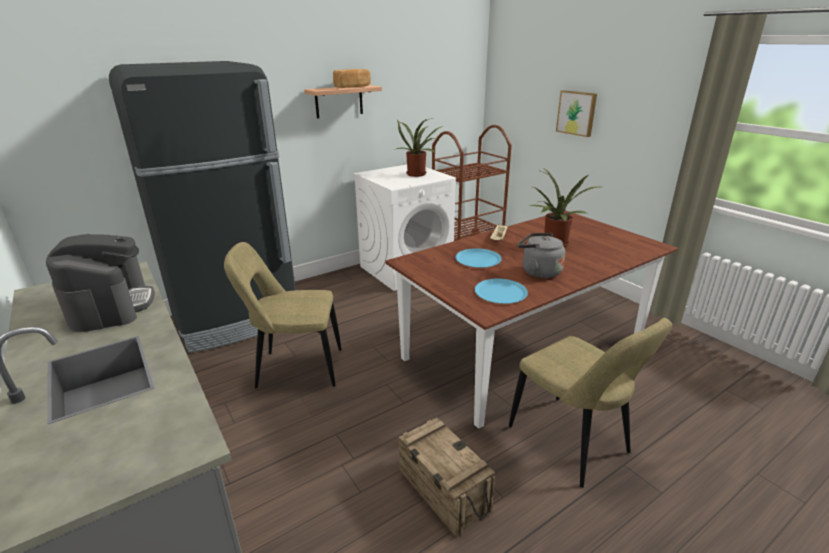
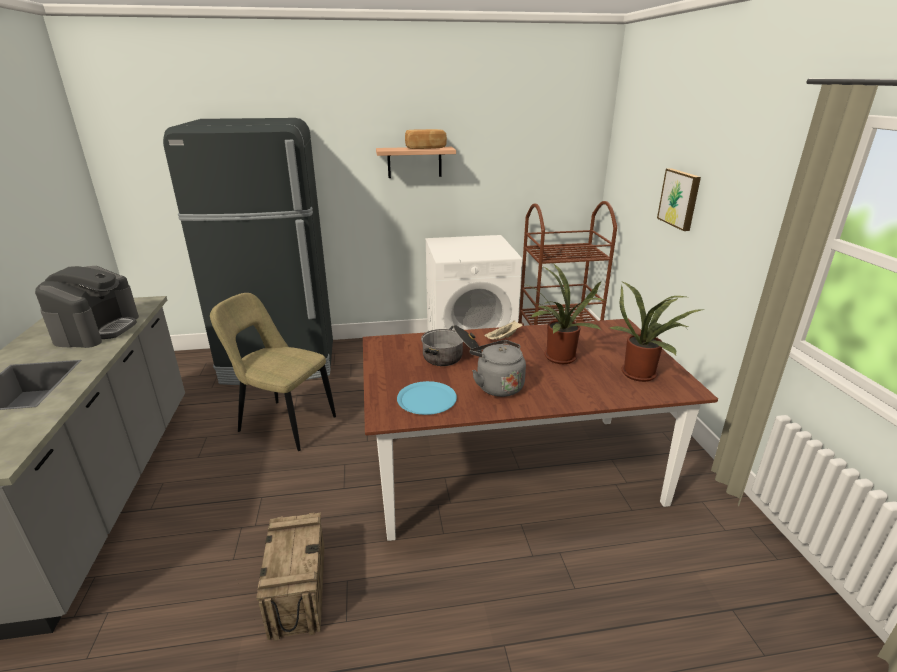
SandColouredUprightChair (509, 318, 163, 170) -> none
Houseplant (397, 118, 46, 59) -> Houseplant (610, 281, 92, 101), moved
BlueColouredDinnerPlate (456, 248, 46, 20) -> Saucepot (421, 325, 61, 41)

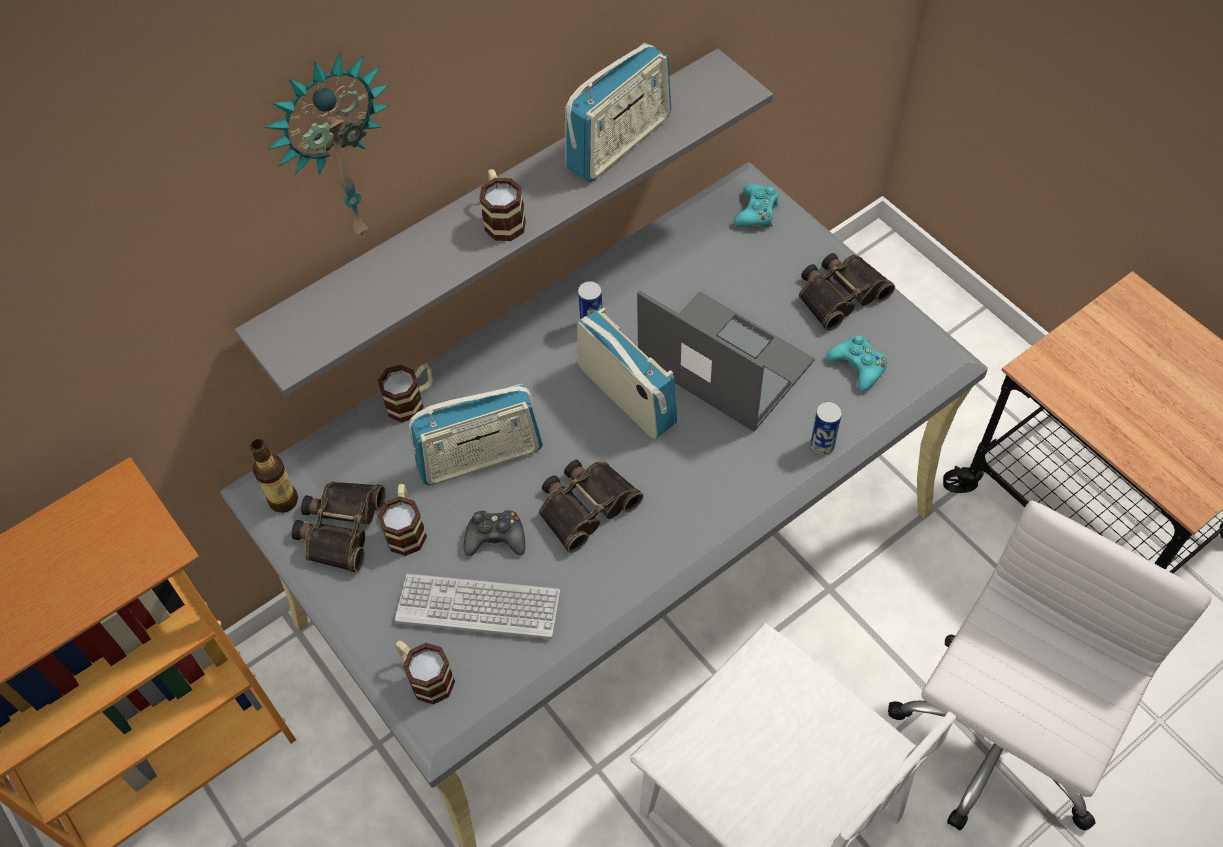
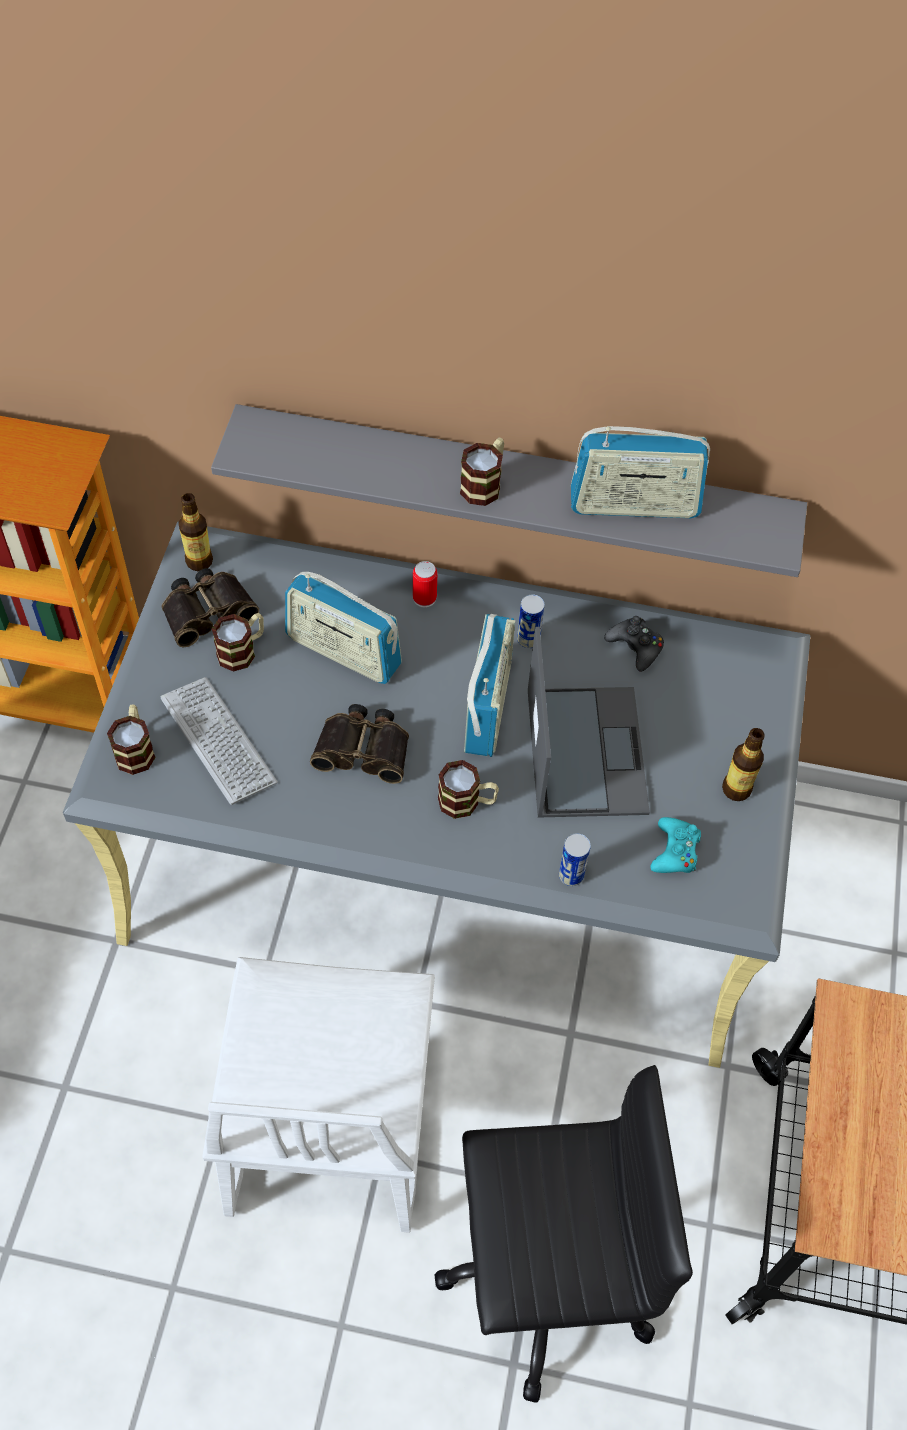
ClockOnTheWall (265, 53, 124, 185) -> none
TurquoiseColouredGamepad (733, 184, 46, 44) -> none
none -> SealedCan (413, 561, 24, 47)
Mug (378, 363, 55, 59) -> Mug (438, 760, 61, 59), moved
BlackColouredGamepad (463, 510, 62, 46) -> BlackColouredGamepad (604, 616, 60, 56), moved
Binoculars (799, 253, 96, 78) -> BeverageBottle (722, 728, 43, 73)
WhiteColouredDeskChair (888, 501, 323, 330) -> BlackColouredDeskChair (434, 1065, 259, 338)

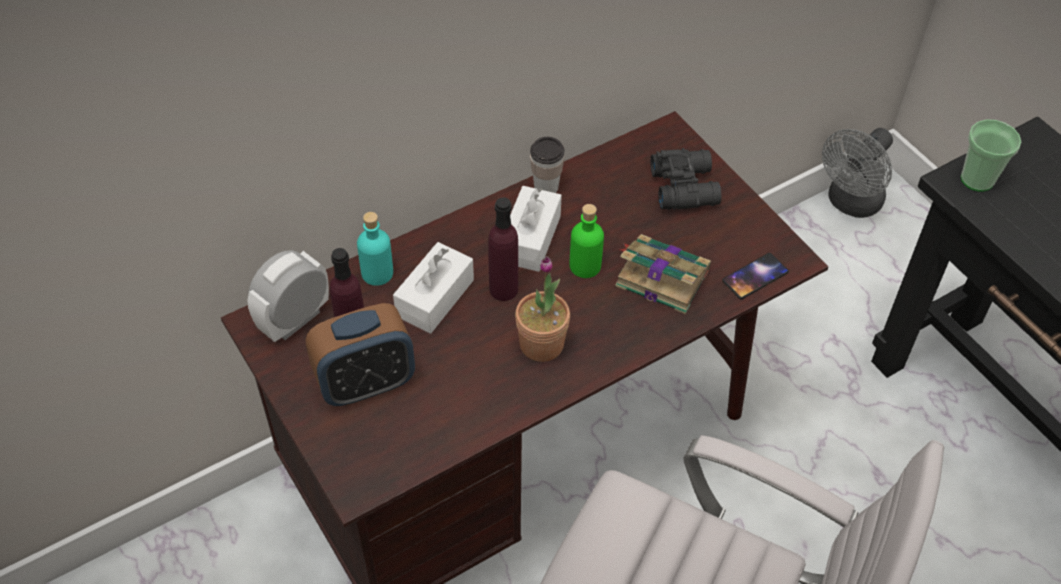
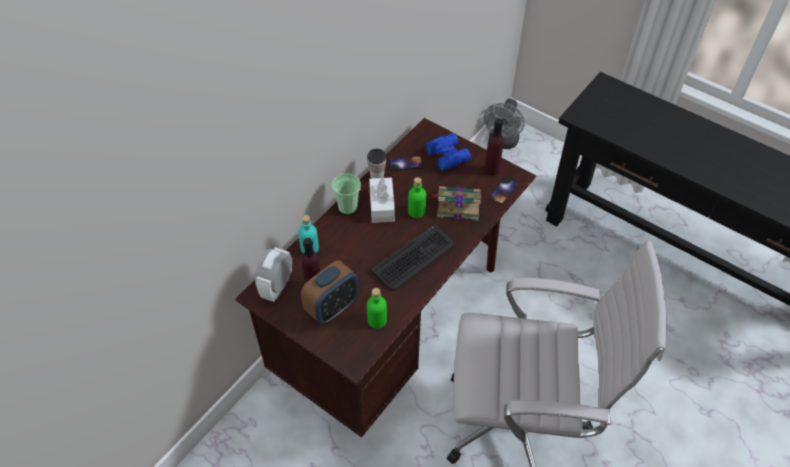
WhiteColouredTissueHolder (393, 242, 81, 91) -> none
none -> GreenColouredBeverageBottle (367, 288, 20, 41)
none -> Phone (388, 156, 35, 15)
PurpleBeverageBottle (488, 197, 30, 104) -> PurpleBeverageBottle (484, 119, 20, 57), moved
Cup (961, 119, 60, 73) -> Cup (332, 173, 29, 41), moved
Houseplant (515, 256, 55, 106) -> Keyboard (372, 225, 82, 66)
BlackColouredBinoculars (650, 148, 71, 62) -> BlueColouredBinoculars (425, 133, 46, 38)

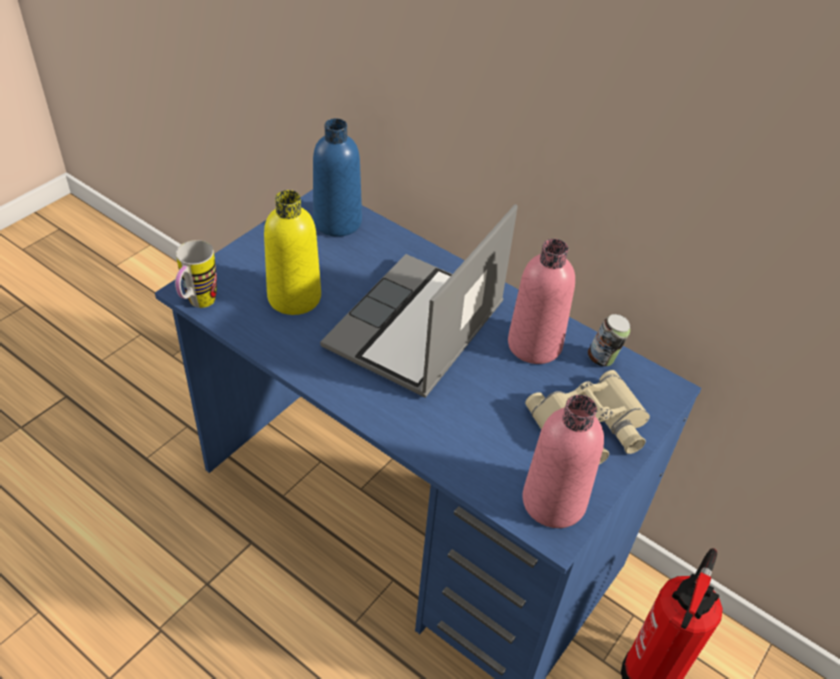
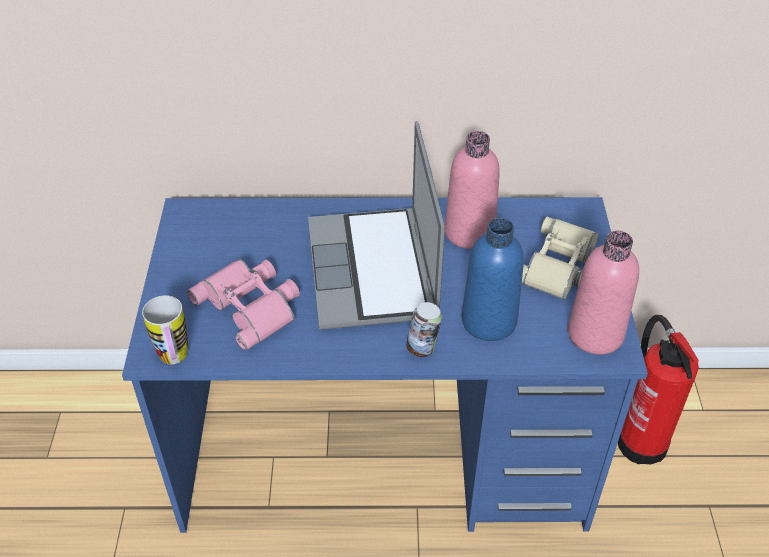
BlueColouredBeverageBottle (313, 118, 49, 119) -> BlueColouredBeverageBottle (462, 218, 62, 123), moved
SealedCan (588, 314, 42, 52) -> SealedCan (406, 302, 36, 55), moved
YellowBeverageBottle (264, 190, 57, 125) -> PinkColouredBinoculars (187, 259, 113, 91)

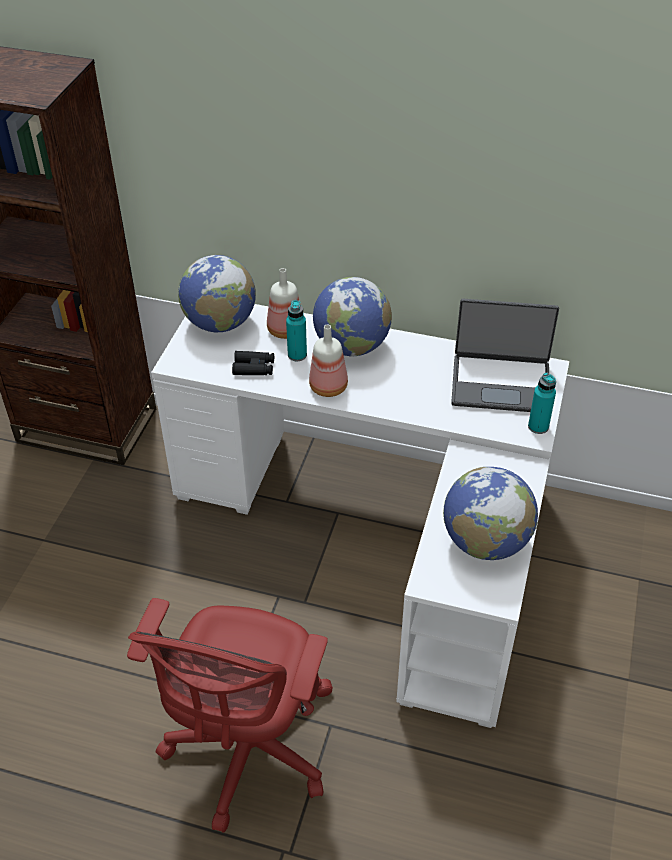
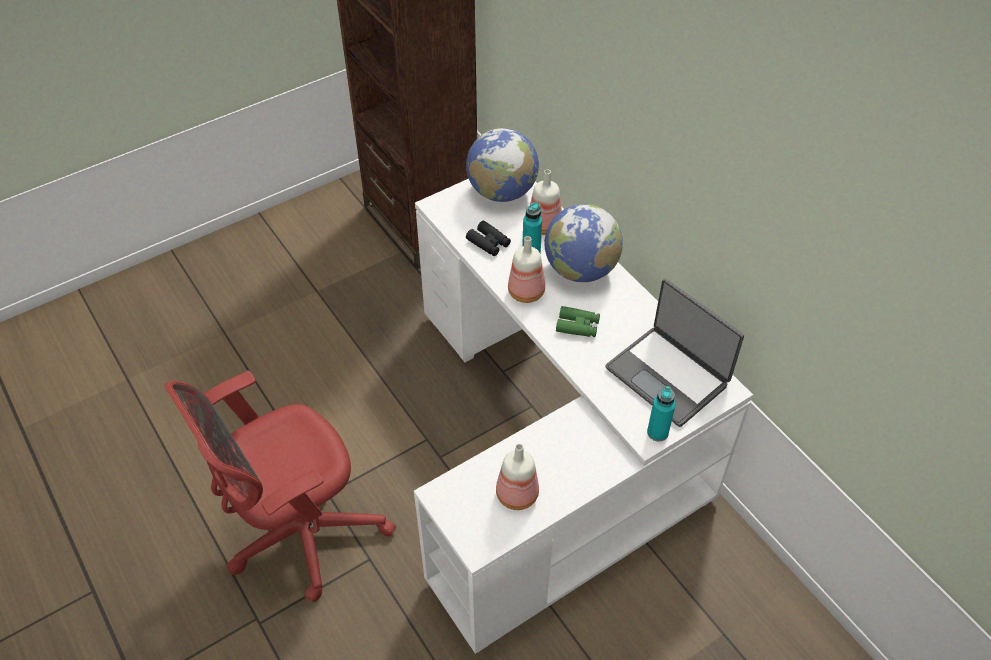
none -> GreenColouredBinoculars (556, 306, 44, 31)
Globe (443, 467, 95, 93) -> BeverageBottle (496, 444, 43, 66)

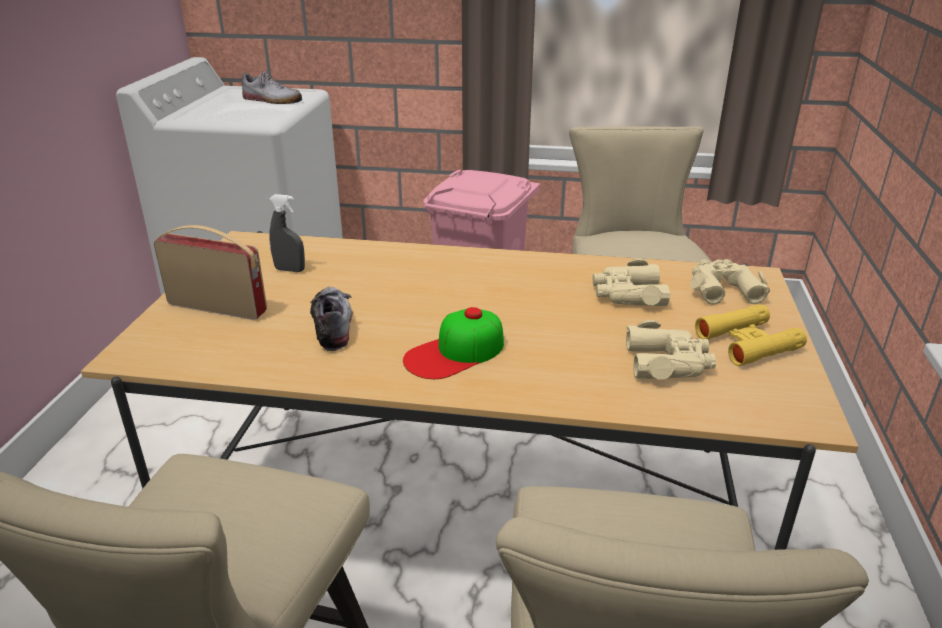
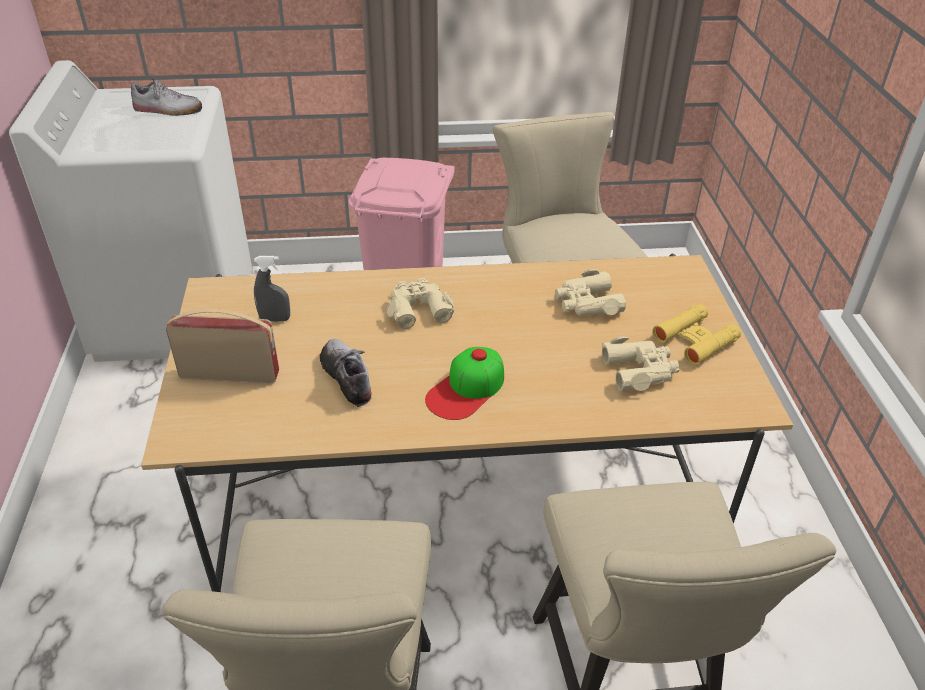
SandColouredBinoculars (690, 259, 80, 46) -> SandColouredBinoculars (387, 278, 67, 51), moved

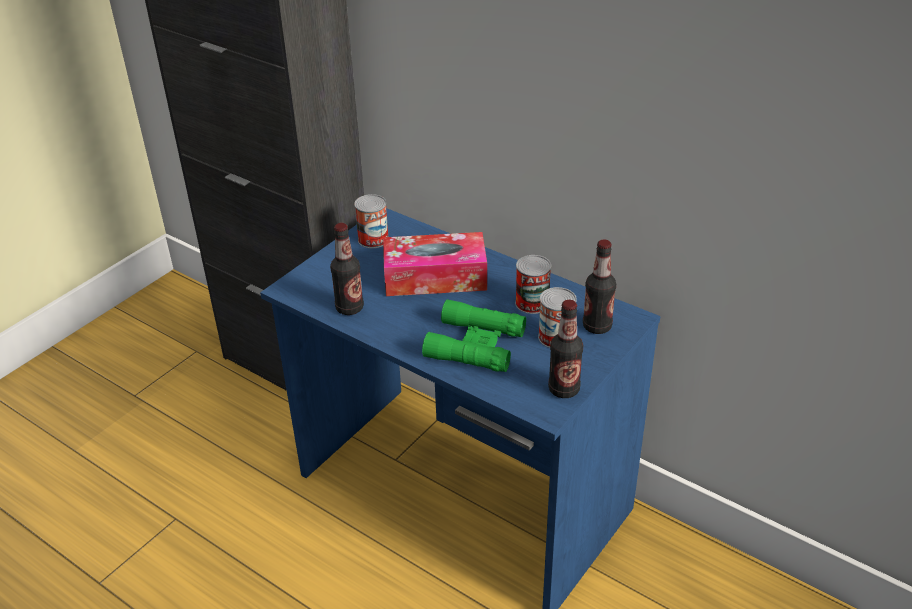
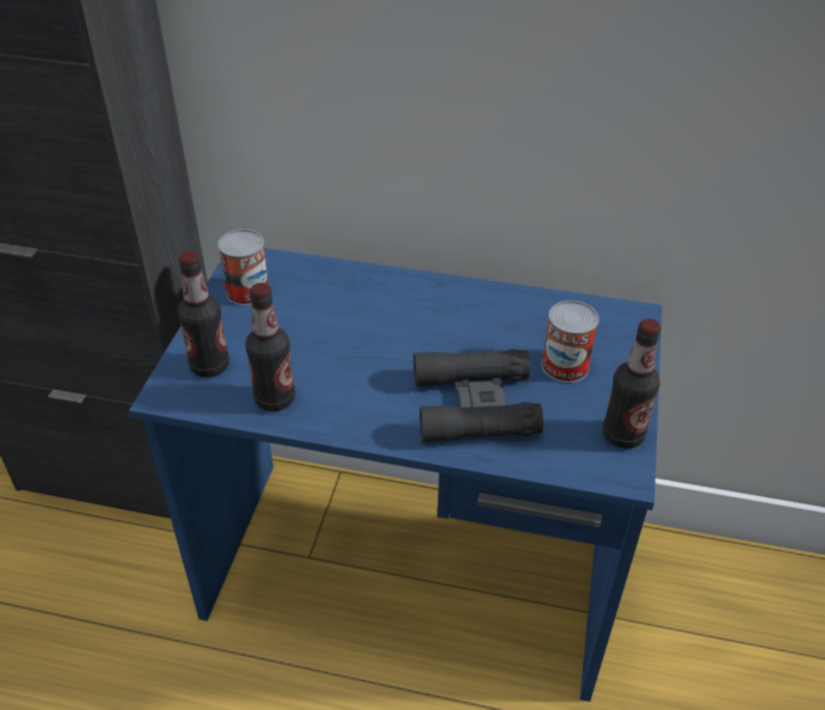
TissueHolder (383, 232, 104, 64) -> none
SealedCan (515, 255, 36, 59) -> none
BeverageBottle (583, 239, 33, 95) -> BeverageBottle (178, 251, 51, 126), moved
GreenColouredBinoculars (422, 299, 104, 73) -> BlackColouredBinoculars (414, 349, 129, 93)

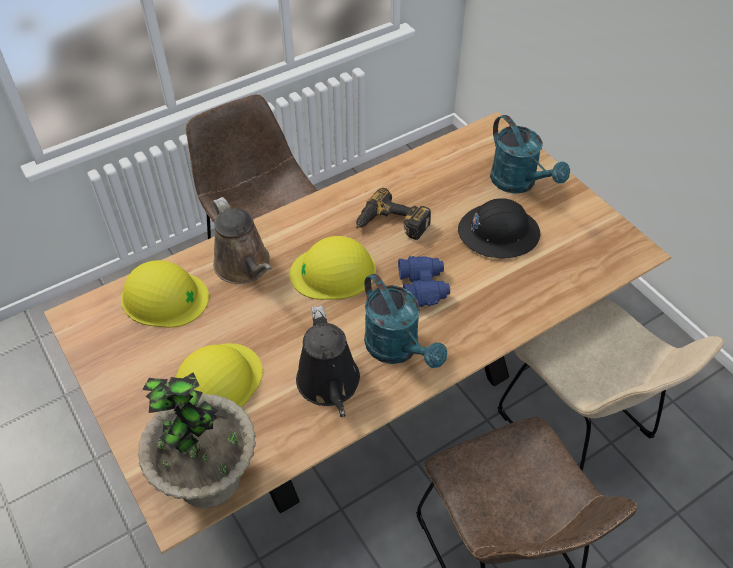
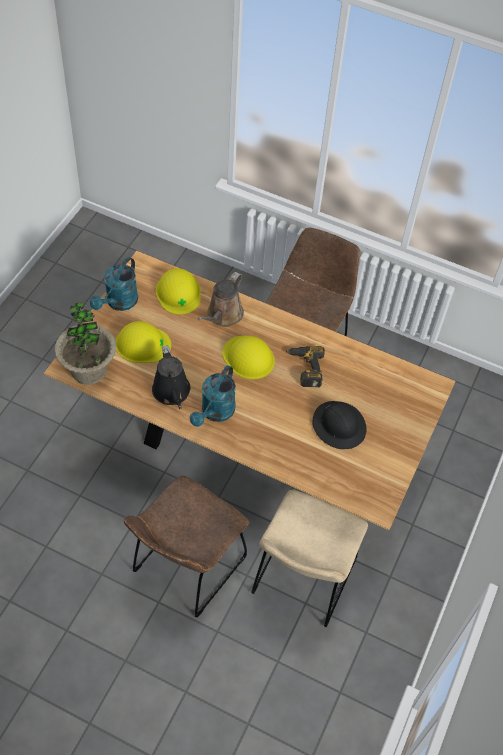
BlueColouredBinoculars (398, 256, 52, 51) -> none
TurquoiseColouredSprinklingCan (490, 115, 80, 79) -> TurquoiseColouredSprinklingCan (90, 257, 48, 54), moved
BlackColouredSprinklingCan (296, 305, 64, 112) -> BlackColouredSprinklingCan (152, 346, 38, 63), 60 degrees counterclockwise

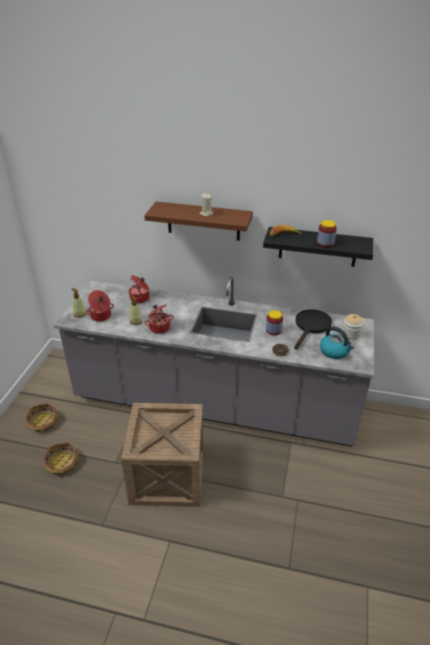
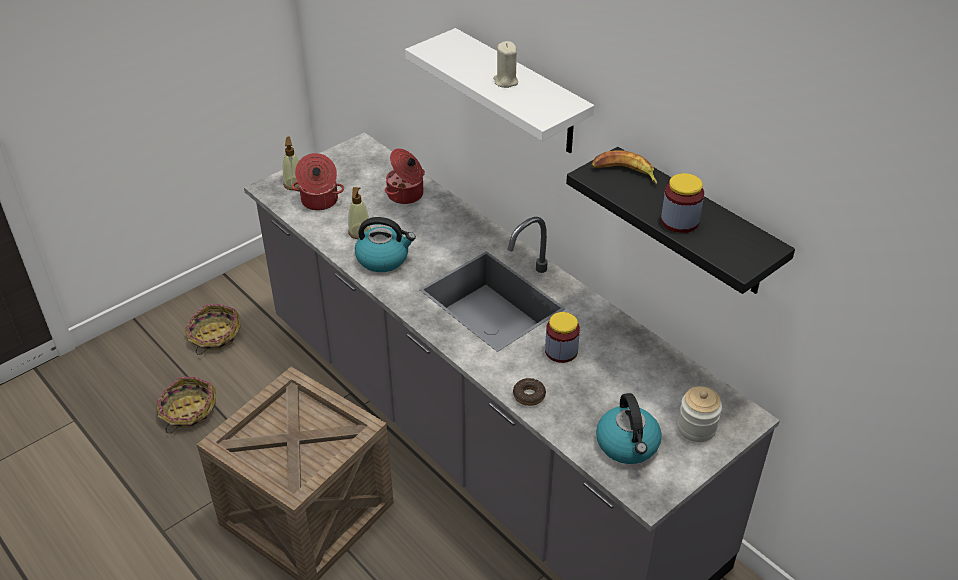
BlackColouredPan (294, 309, 38, 40) -> none
Saucepot (145, 304, 29, 30) -> TeaKettle (355, 217, 61, 55)
BrownishWallShelf (144, 201, 109, 40) -> WhiteColouredWallShelf (405, 28, 189, 125)

